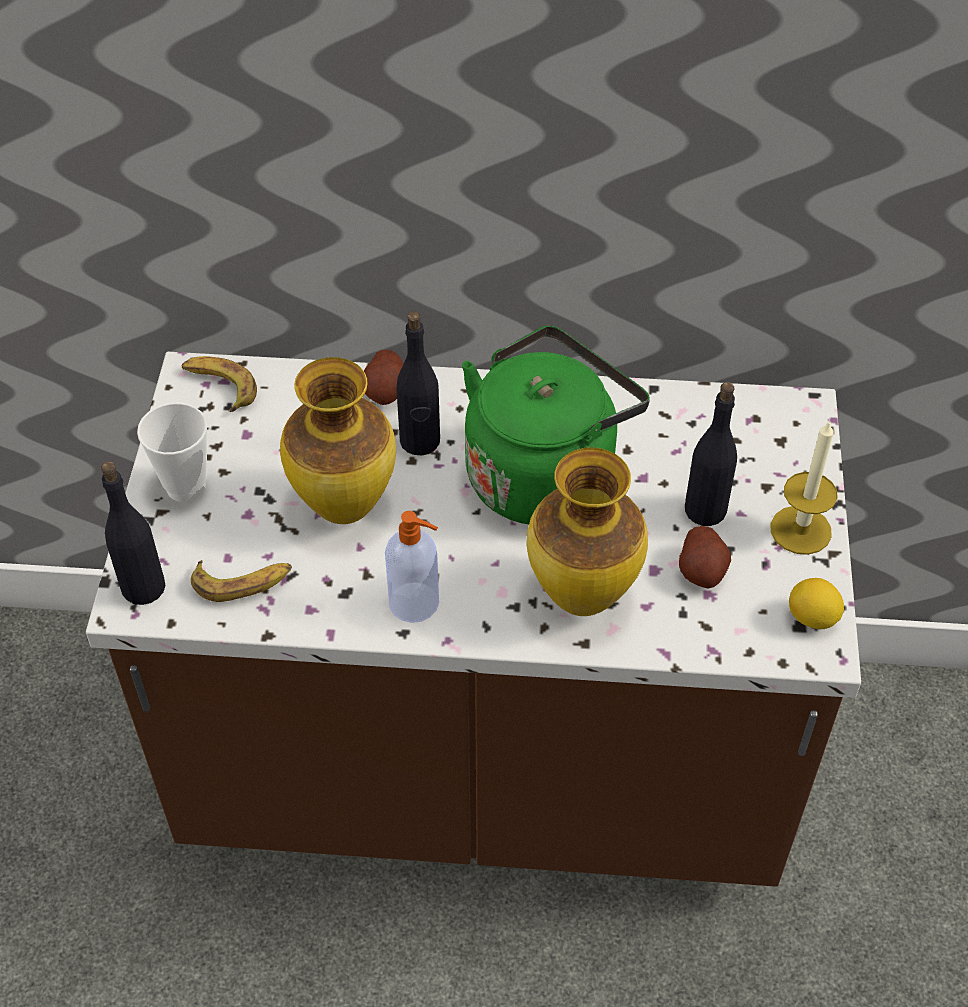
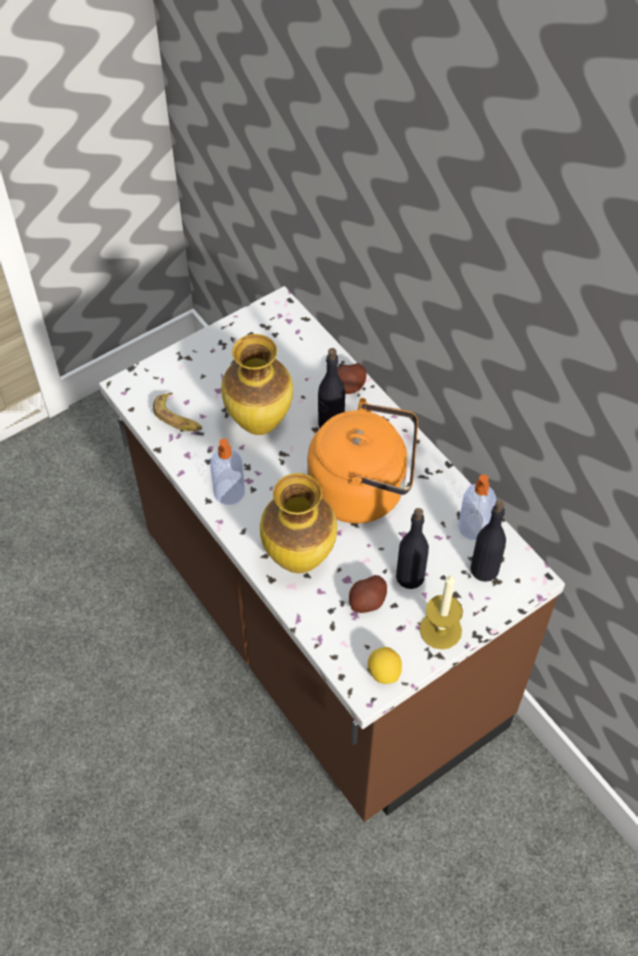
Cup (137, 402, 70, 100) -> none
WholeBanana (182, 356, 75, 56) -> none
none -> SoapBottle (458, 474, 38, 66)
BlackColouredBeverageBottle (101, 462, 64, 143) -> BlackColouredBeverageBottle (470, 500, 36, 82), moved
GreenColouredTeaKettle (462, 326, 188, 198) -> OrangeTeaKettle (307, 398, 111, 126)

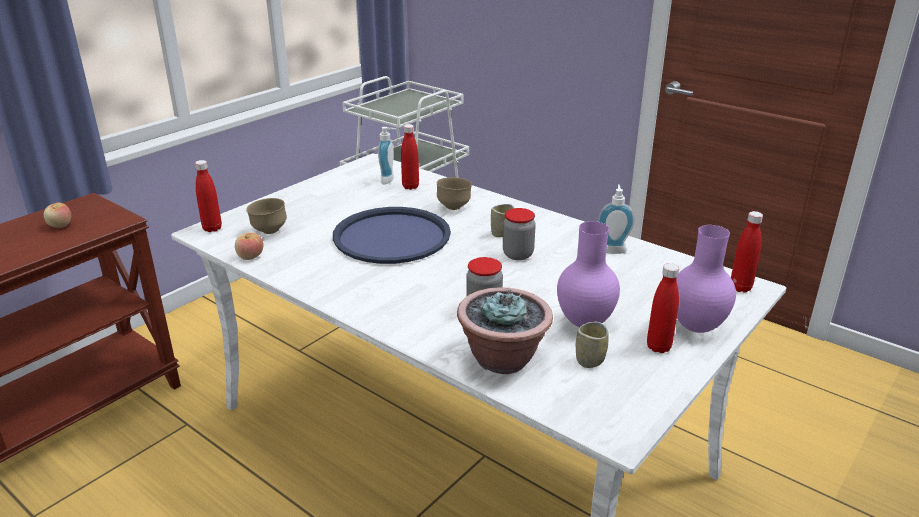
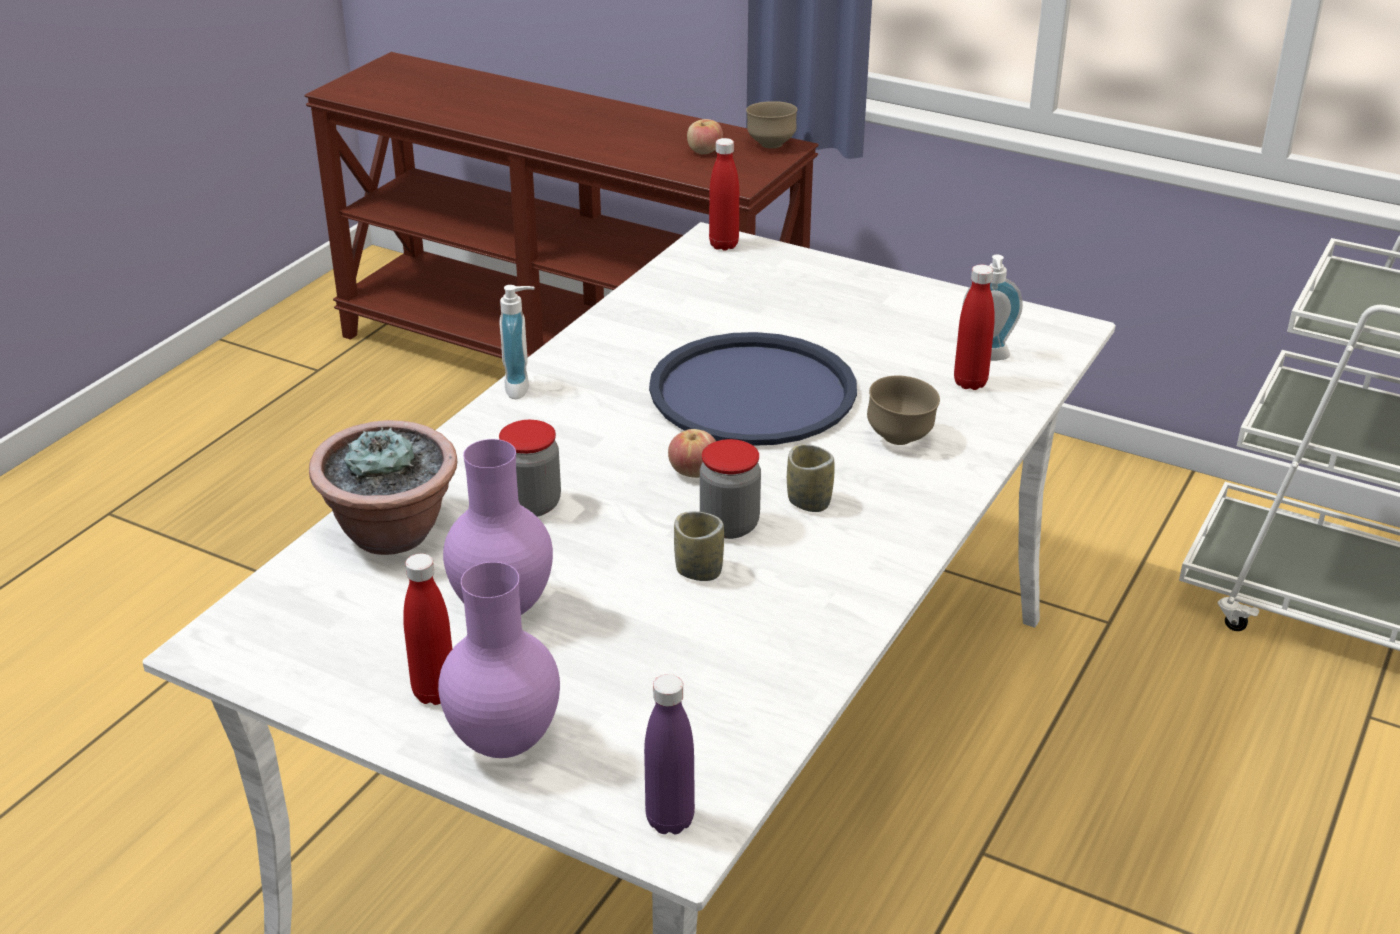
Apple (235, 232, 29, 28) -> Apple (668, 429, 48, 49), moved
BrownishBowl (246, 198, 41, 36) -> BrownishBowl (746, 101, 51, 48), moved
Cup (576, 322, 32, 46) -> Cup (674, 511, 50, 70), moved
SoapBottle (598, 184, 37, 70) -> SoapBottle (500, 285, 35, 114), moved
ReddishBeverageBottle (731, 211, 32, 82) -> PurpleBeverageBottle (644, 674, 51, 161)

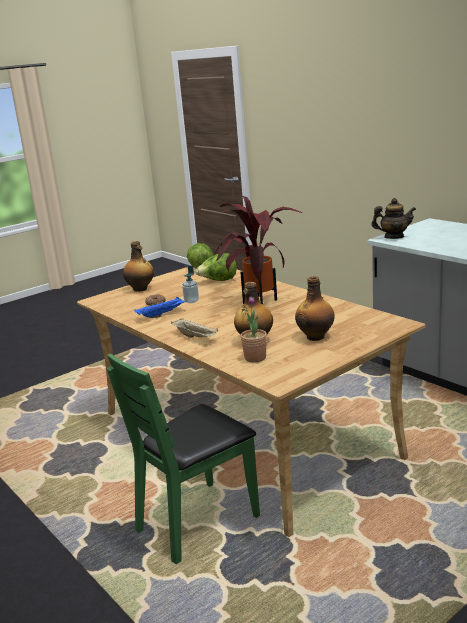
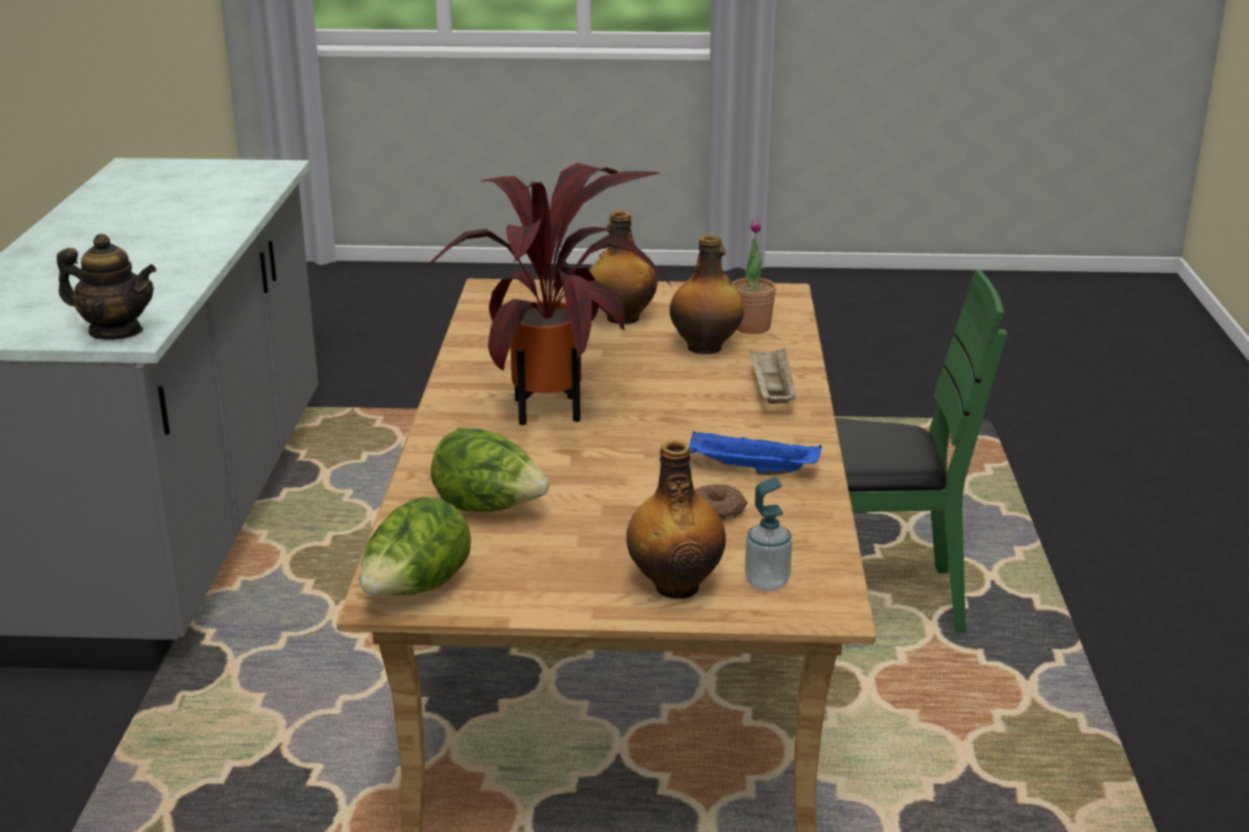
SoapBottle (182, 265, 17, 38) -> SoapBottle (745, 477, 47, 114), moved
PotForTea (372, 198, 44, 41) -> PotForTea (57, 234, 100, 106), 150 degrees clockwise

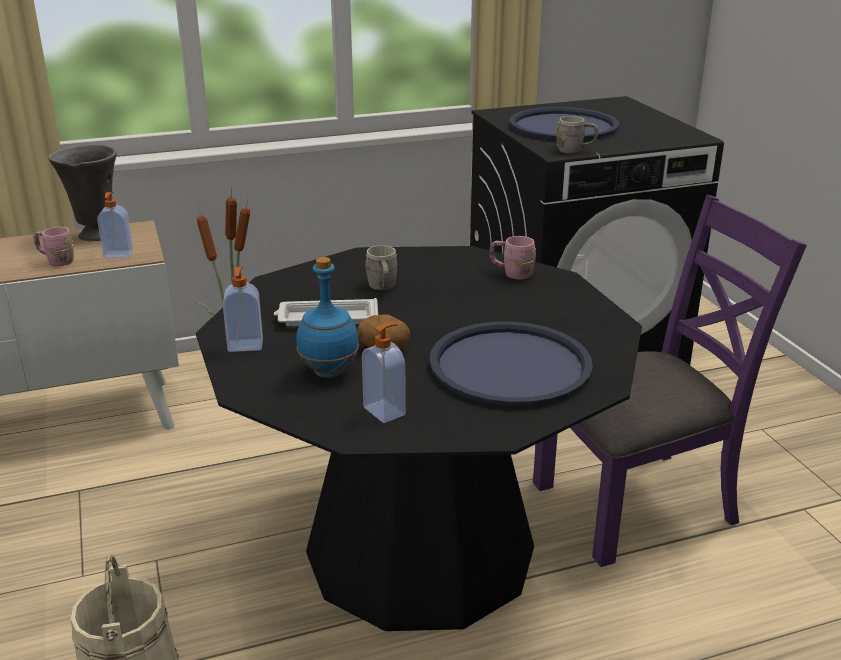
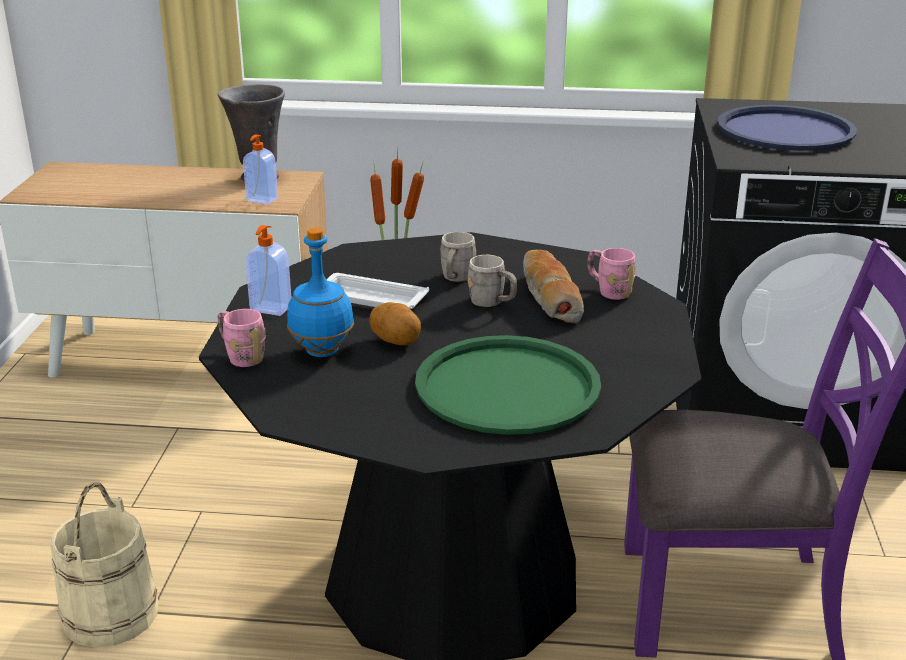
SoapBottle (362, 322, 44, 101) -> none
none -> Bread (523, 250, 61, 73)
PinkColouredMug (33, 227, 41, 39) -> PinkColouredMug (218, 309, 48, 58), moved
GreyishMug (556, 116, 42, 38) -> GreyishMug (467, 255, 50, 52), moved
BlueColouredCarryingTray (429, 321, 164, 85) -> GreenColouredCarryingTray (415, 335, 186, 100)

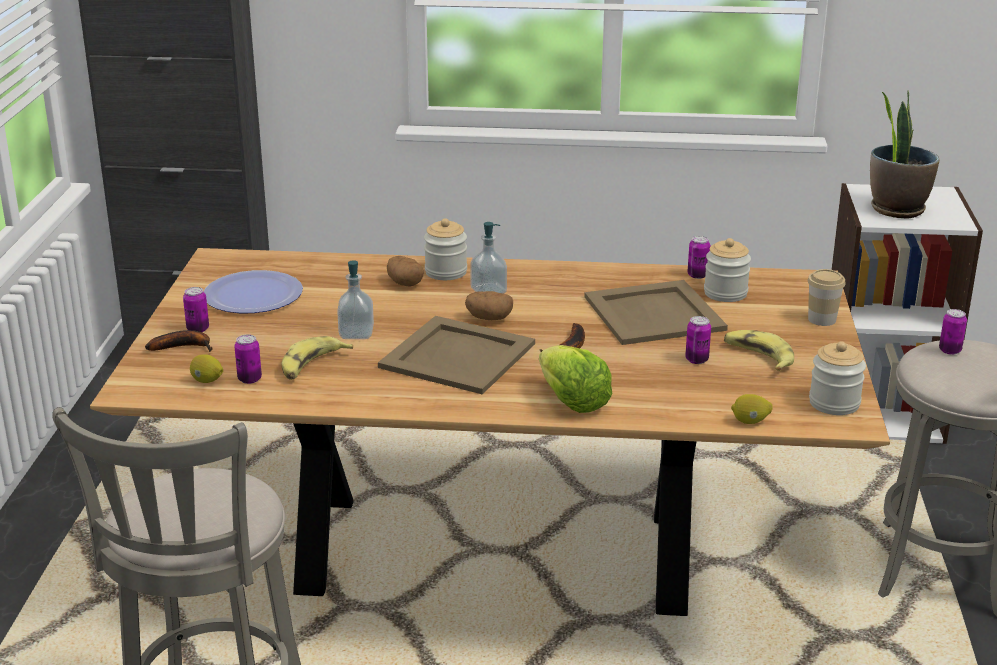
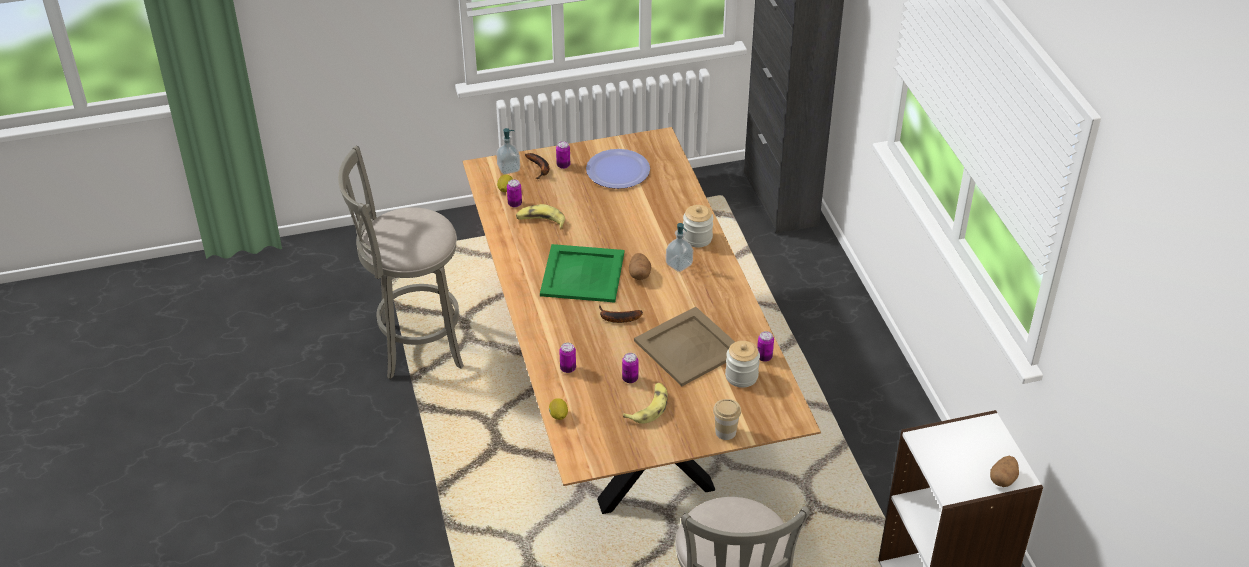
LettuceHead (539, 345, 73, 68) -> none
PreserveJar (809, 341, 57, 74) -> none
Houseplant (870, 90, 69, 129) -> none
SoapBottle (337, 260, 37, 79) -> SoapBottle (496, 128, 24, 47), moved
Potato (387, 256, 37, 31) -> Potato (990, 456, 29, 31), moved
SealedCan (939, 309, 28, 46) -> SealedCan (559, 343, 17, 30), moved
SandColouredCarryingTray (378, 316, 157, 78) -> GreenColouredCarryingTray (540, 244, 84, 59)

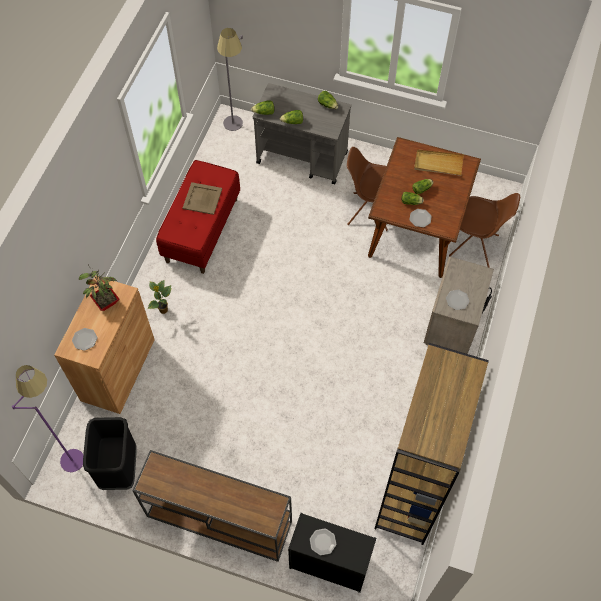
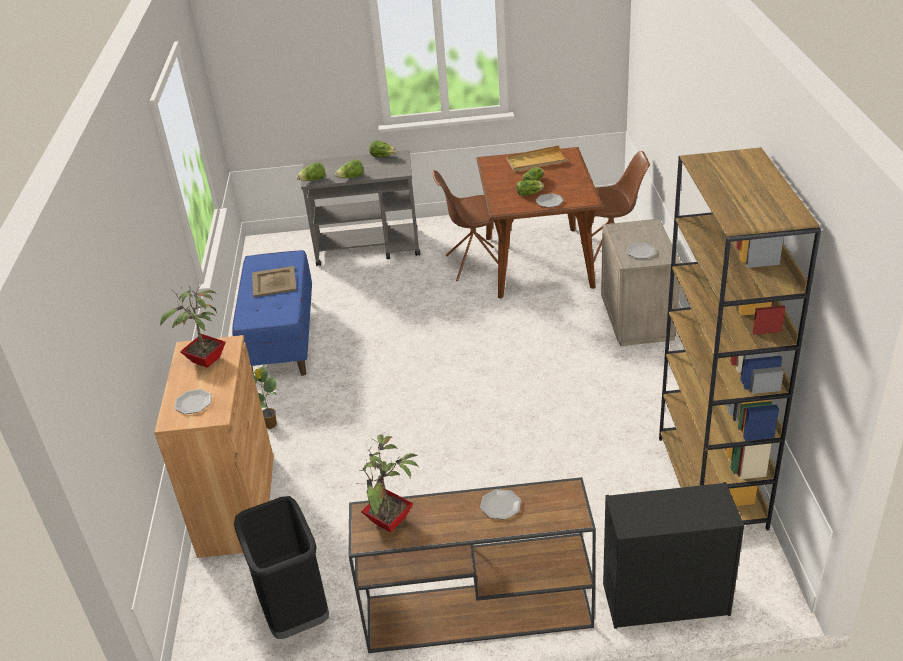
PurpleFloorLamp (12, 365, 71, 107) -> none
GreyishFloorLamp (217, 28, 26, 103) -> none
none -> Houseplant (359, 434, 60, 98)
DinnerPlate (310, 529, 26, 26) -> DinnerPlate (480, 489, 41, 31), moved
ReddishLongSeat (156, 160, 84, 114) -> BlueColouredLongSeat (232, 250, 80, 126)

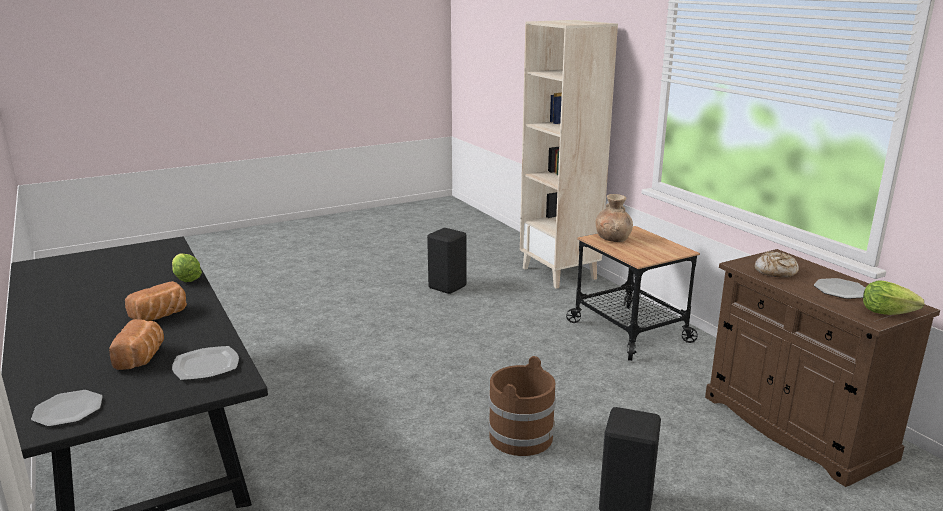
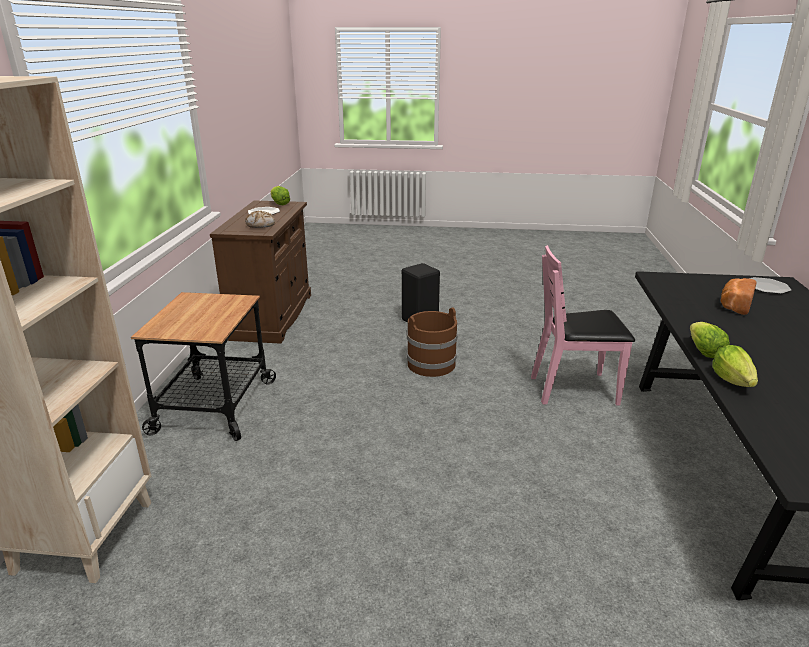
Bread (125, 281, 62, 40) -> none
DinnerPlate (172, 346, 67, 34) -> none
BlackColouredStool (427, 228, 40, 66) -> none
BrownishDecorativeVase (596, 194, 37, 48) -> none
none -> PinkColouredUprightChair (531, 245, 104, 161)
none -> LettuceHead (690, 322, 40, 36)

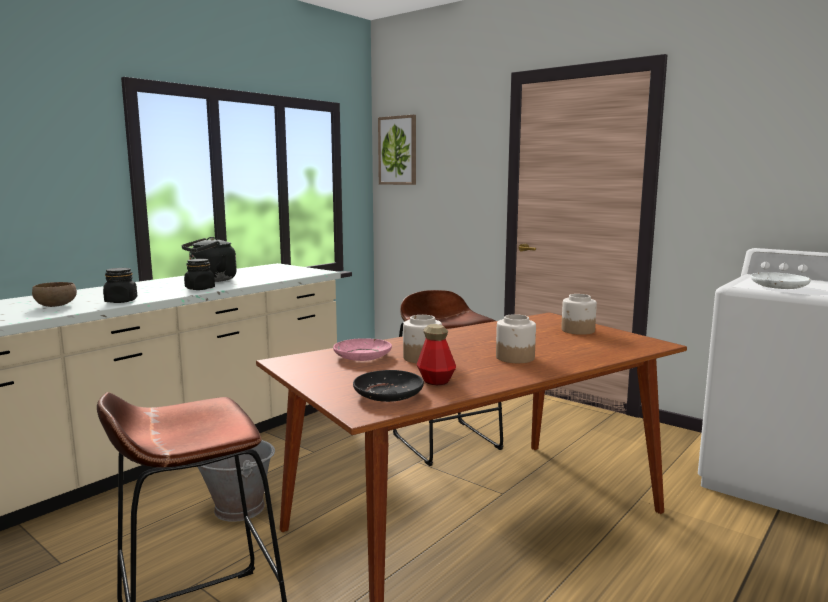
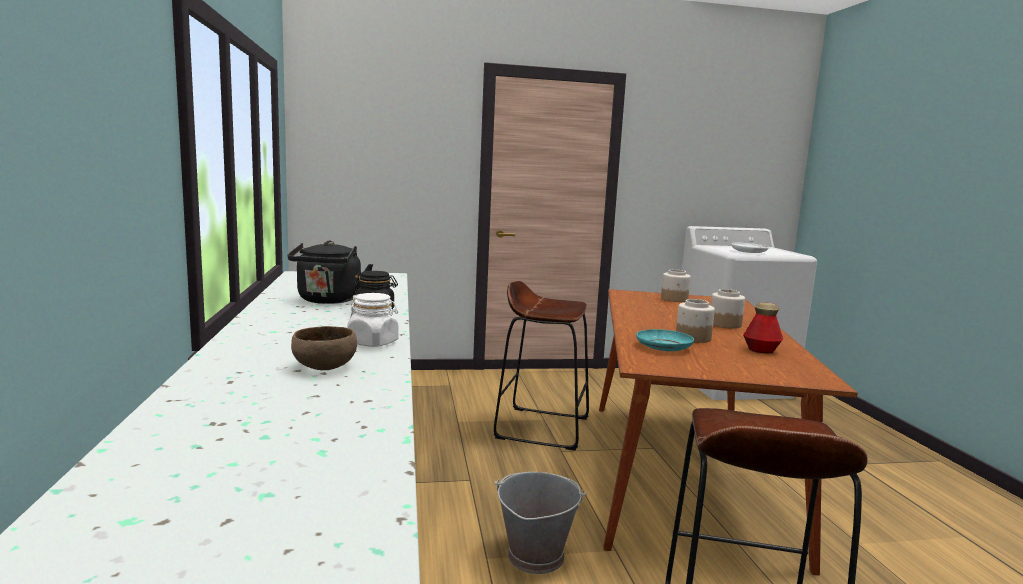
BlackColouredDinnerPlate (353, 370, 71, 32) -> none
WallPicture (378, 115, 38, 70) -> none
BlackColouredPreserveJar (103, 268, 34, 35) -> WhiteColouredPreserveJar (347, 293, 52, 54)
PinkColouredDinnerPlate (333, 338, 59, 23) -> TurquoiseColouredDinnerPlate (636, 329, 58, 22)

